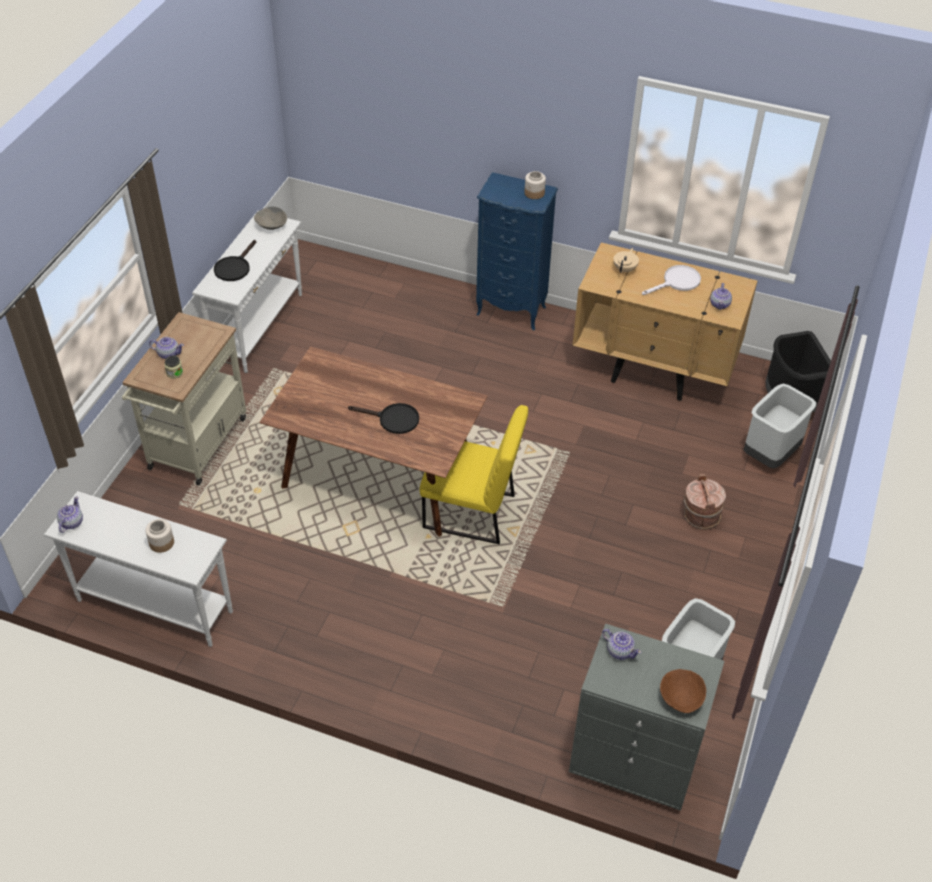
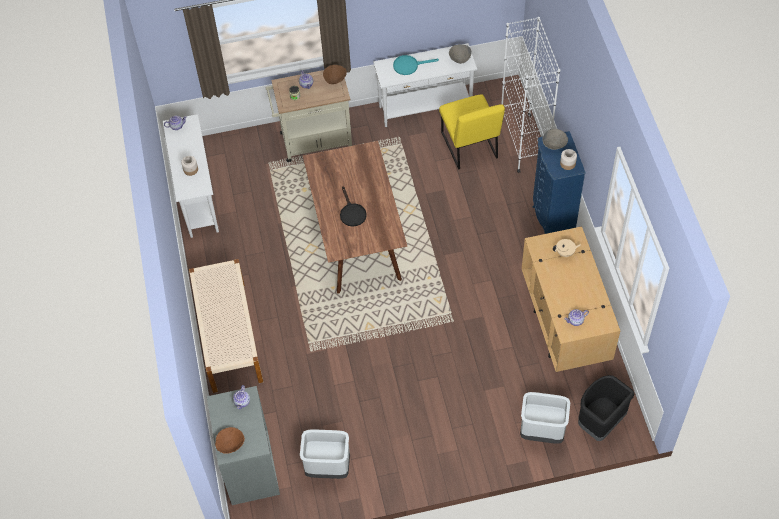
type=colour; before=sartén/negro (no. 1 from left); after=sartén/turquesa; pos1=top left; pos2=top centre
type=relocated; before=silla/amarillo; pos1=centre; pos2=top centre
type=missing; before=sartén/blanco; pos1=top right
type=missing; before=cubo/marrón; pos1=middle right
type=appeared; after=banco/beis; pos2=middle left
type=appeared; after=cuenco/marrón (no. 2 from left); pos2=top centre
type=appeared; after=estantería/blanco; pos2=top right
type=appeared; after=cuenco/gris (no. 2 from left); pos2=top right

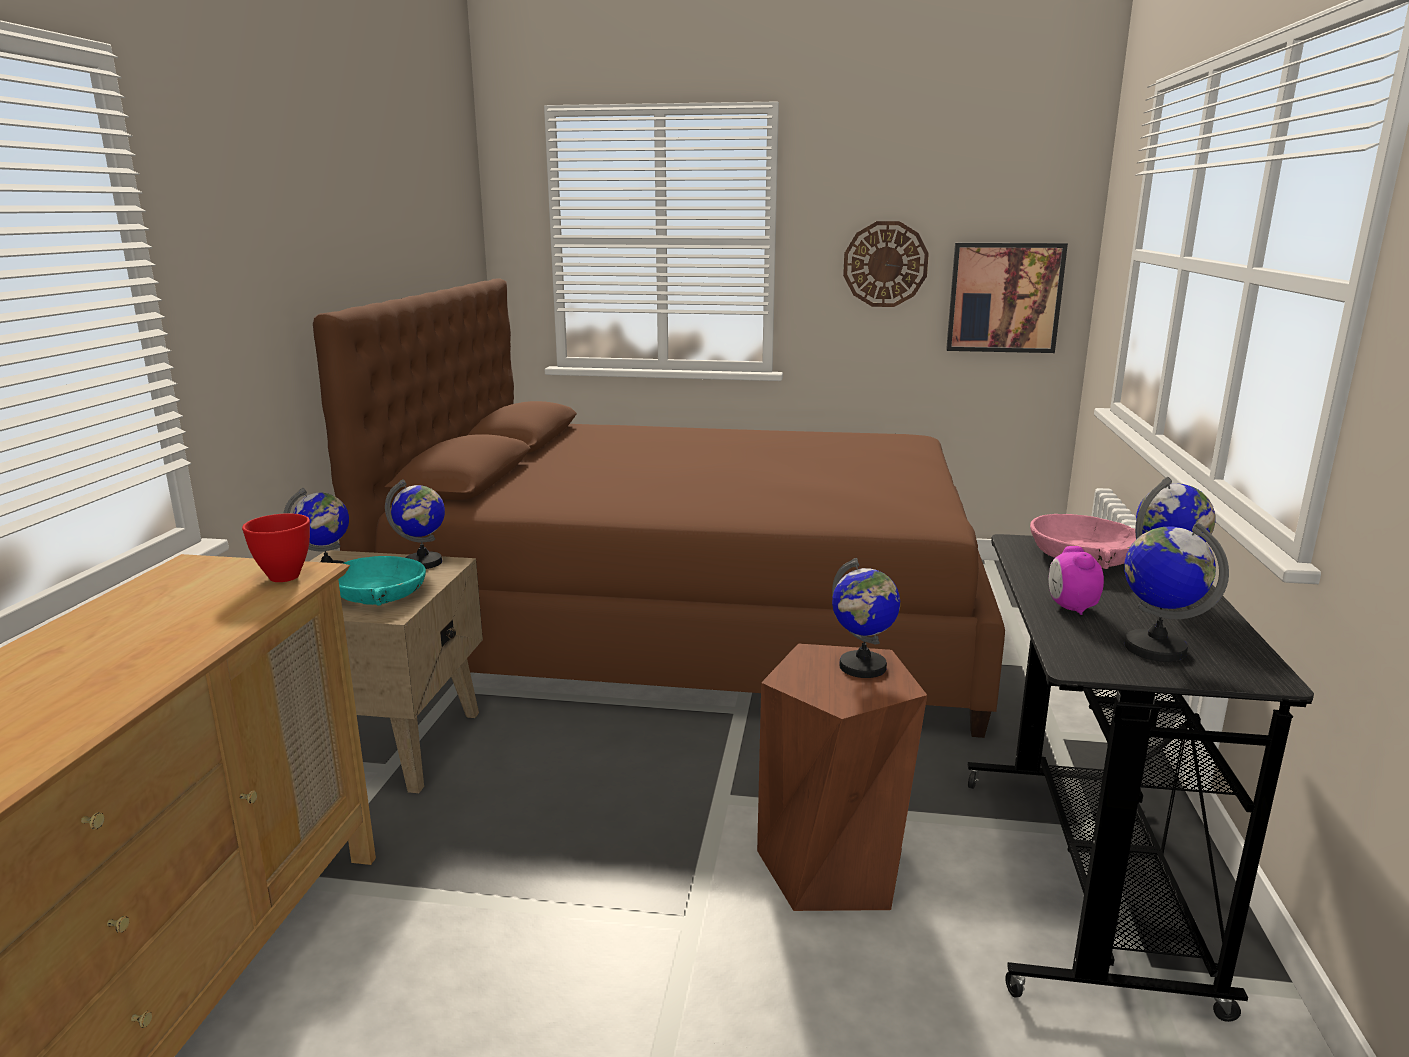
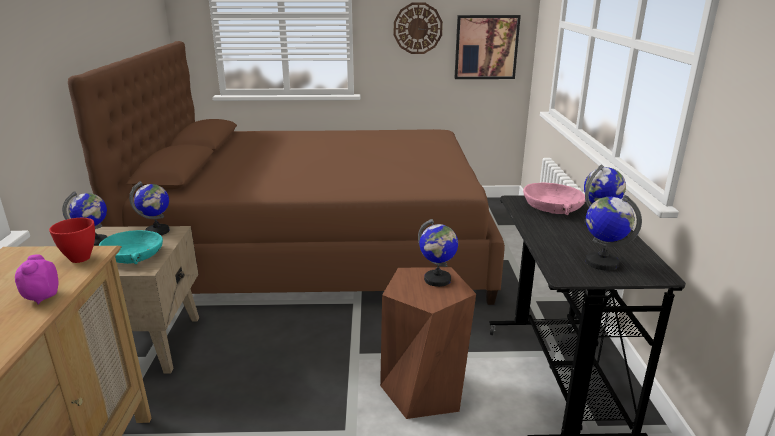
type=relocated; before=despertador; pos1=middle right; pos2=middle left

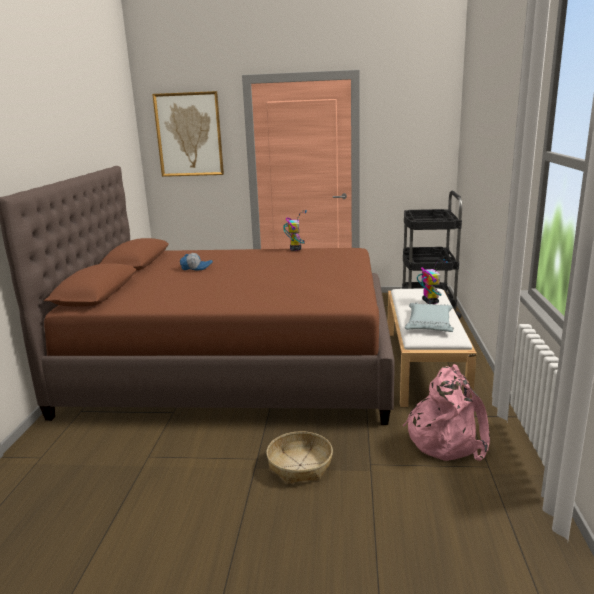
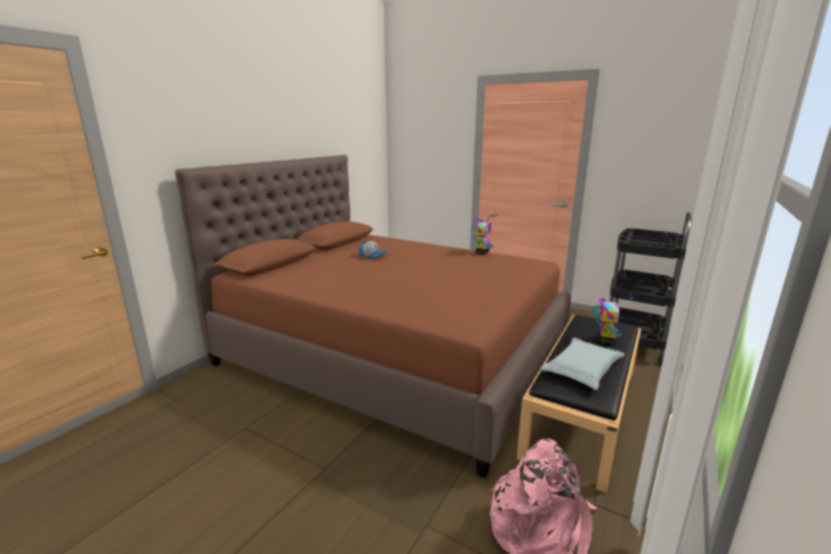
type=missing; before=cuadro; pos1=top left
type=missing; before=cesta; pos1=bottom centre
type=colour; before=banco/blanco; after=banco/negro; pos1=middle right; pos2=bottom right

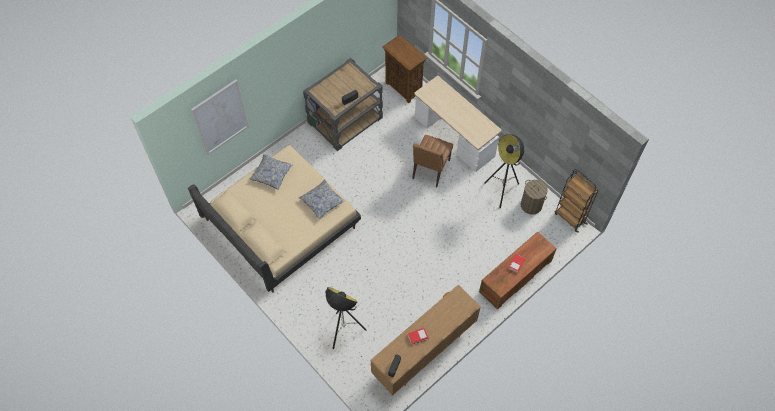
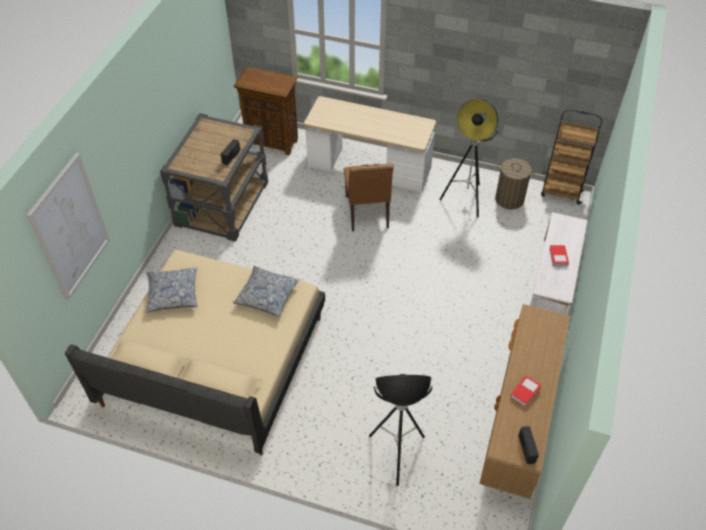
type=colour; before=banco/marrón; after=banco/blanco; pos1=middle right; pos2=middle right

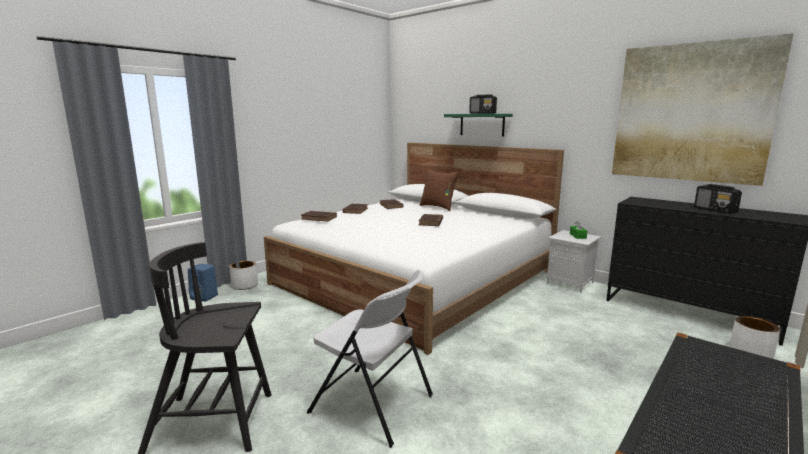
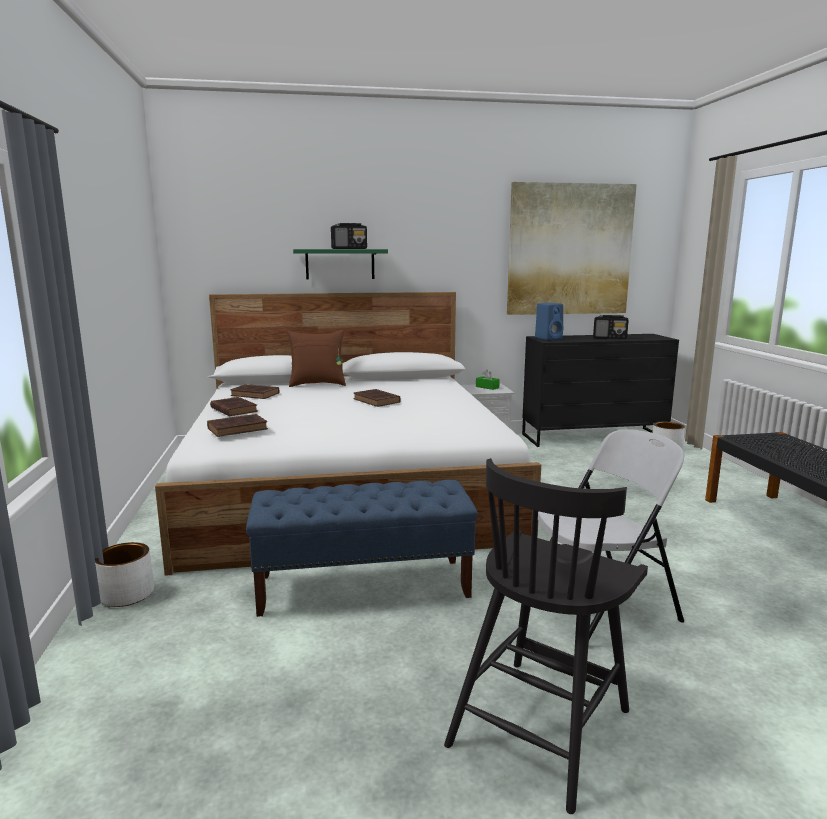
type=relocated; before=altavoz/azul; pos1=middle left; pos2=centre
type=appeared; after=banco/azul; pos2=bottom centre

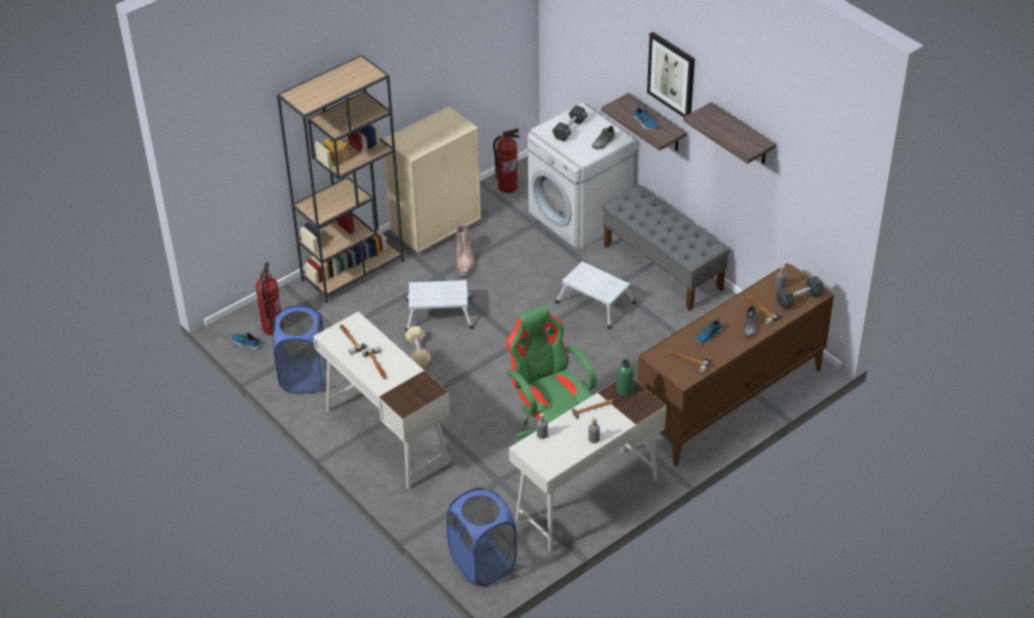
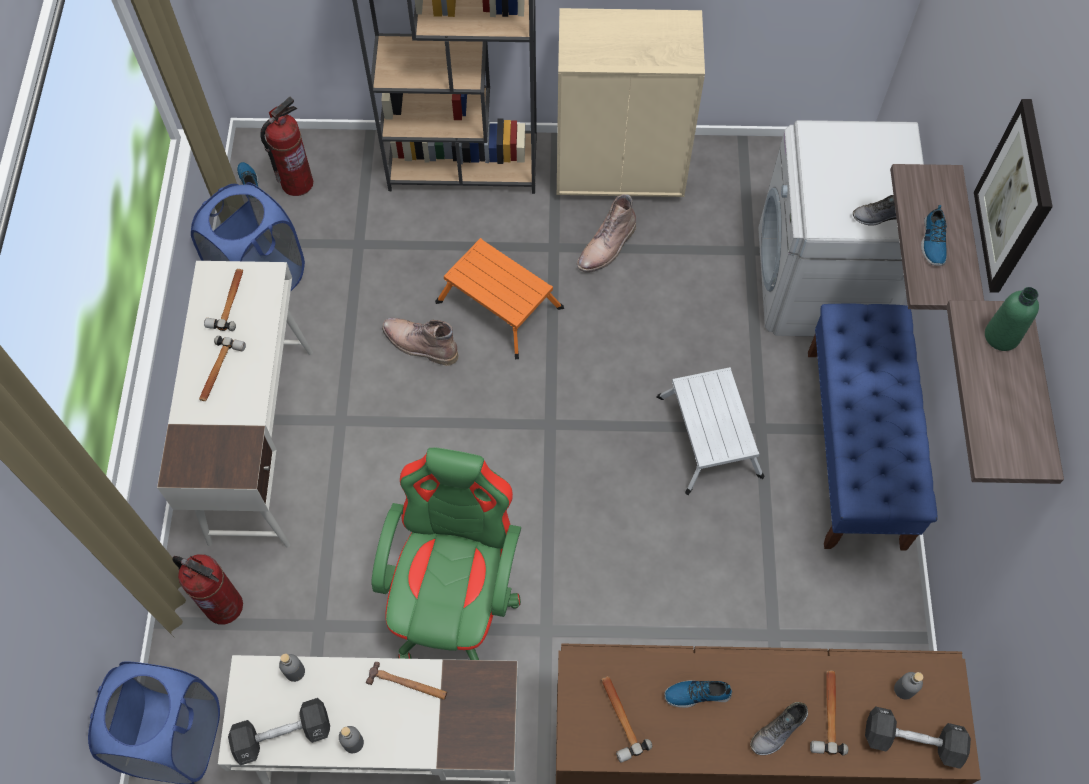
type=colour; before=escalera de tijera/blanco (no. 1 from left); after=escalera de tijera/naranja; pos1=centre; pos2=centre
type=exchanged; before=mancuerna/beis; after=bota/marrón (no. 1 from left); pos1=centre; pos2=centre
type=relocated; before=extintor (no. 2 from left in the first image); after=extintor (no. 1 from left); pos1=top centre; pos2=bottom left
type=relocated; before=mancuerna/negro (no. 1 from left); pos1=top centre; pos2=bottom left
type=colour; before=banco/gris; after=banco/azul; pos1=centre; pos2=middle right
type=relocated; before=botella/verde; pos1=centre; pos2=middle right

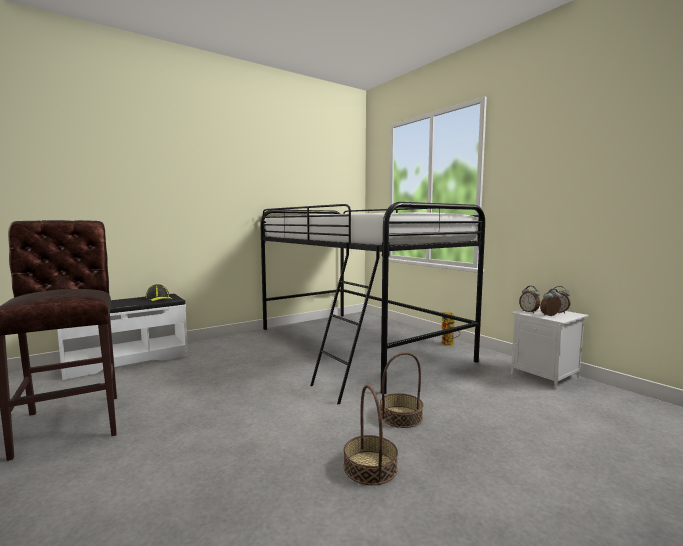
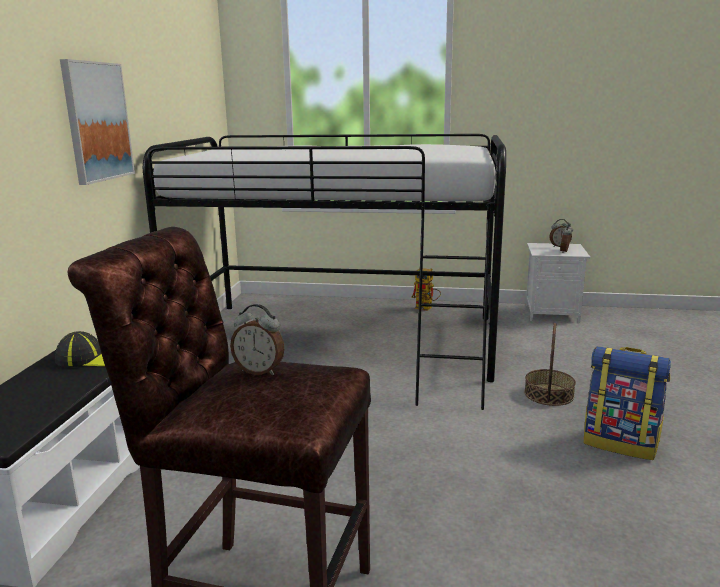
type=exchanged; before=cesta (no. 1 from left); after=mochila; pos1=bottom centre; pos2=bottom right
type=relocated; before=despertador (no. 1 from left); pos1=middle right; pos2=centre
type=appeared; after=cuadro; pos2=top left

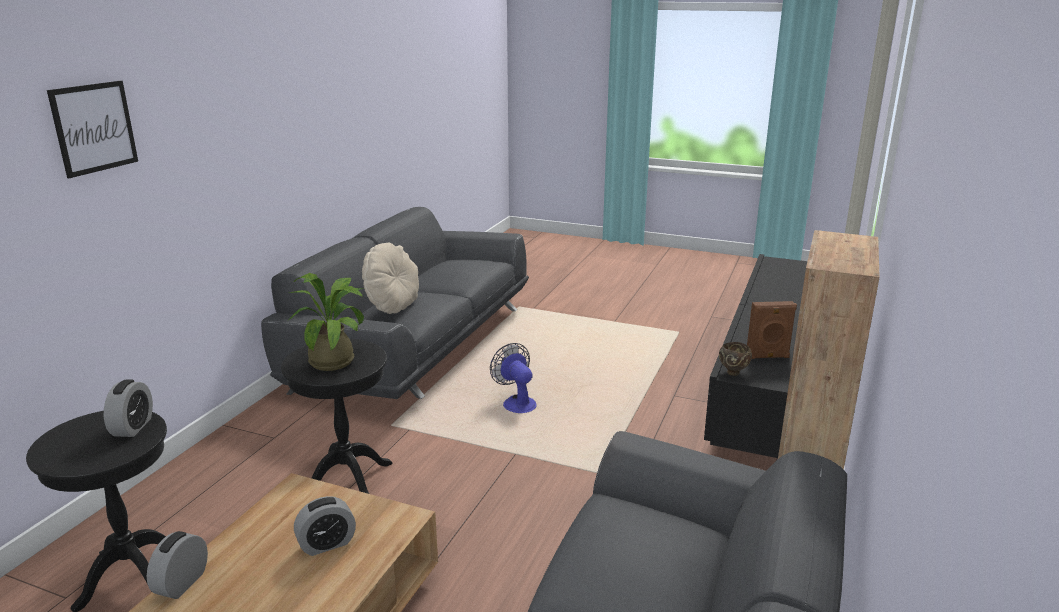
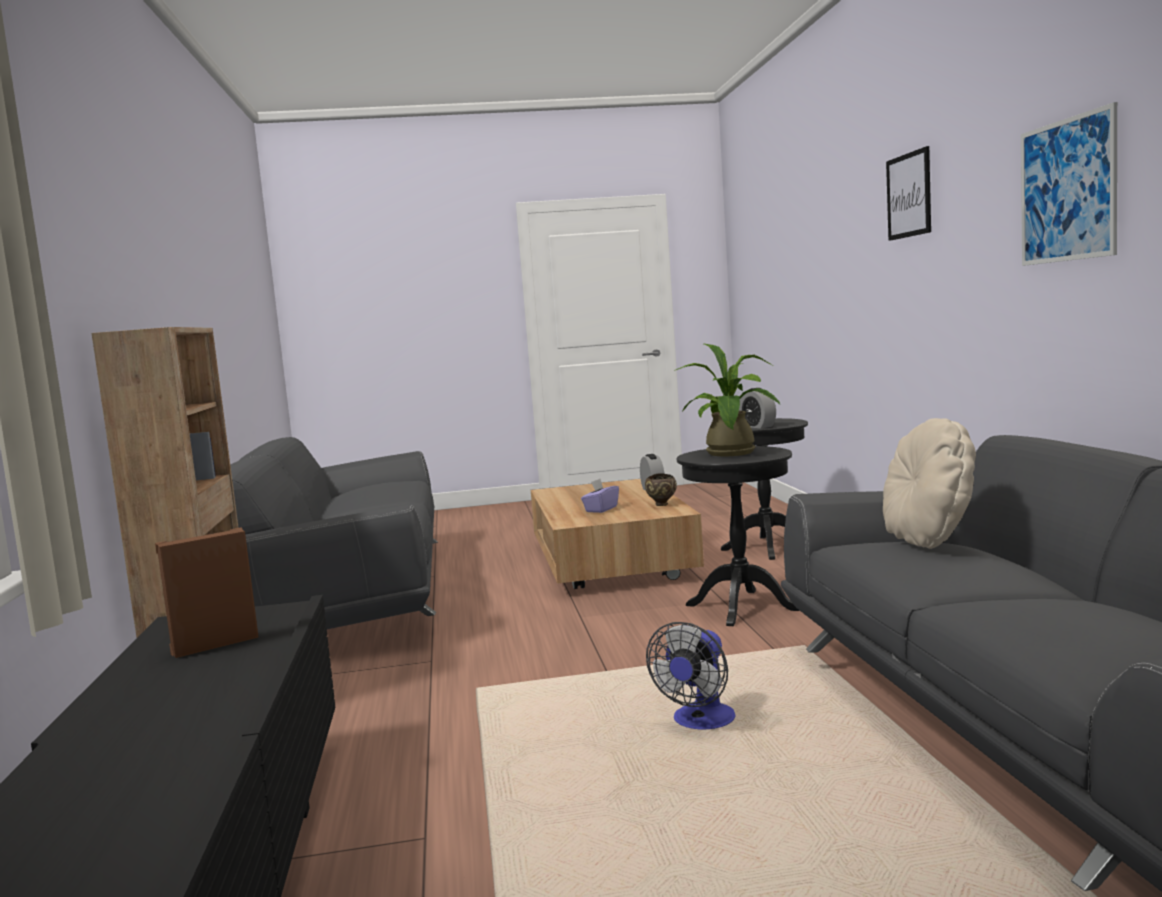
type=exchanged; before=despertador (no. 3 from left); after=caja de pañuelos/morado; pos1=bottom left; pos2=centre
type=spun; before=ventilador; pos1=centre; pos2=bottom centre; turn=90
type=relocated; before=cuenco/marrón; pos1=middle right; pos2=centre
type=appeared; after=cuadro (no. 2 from left); pos2=top right

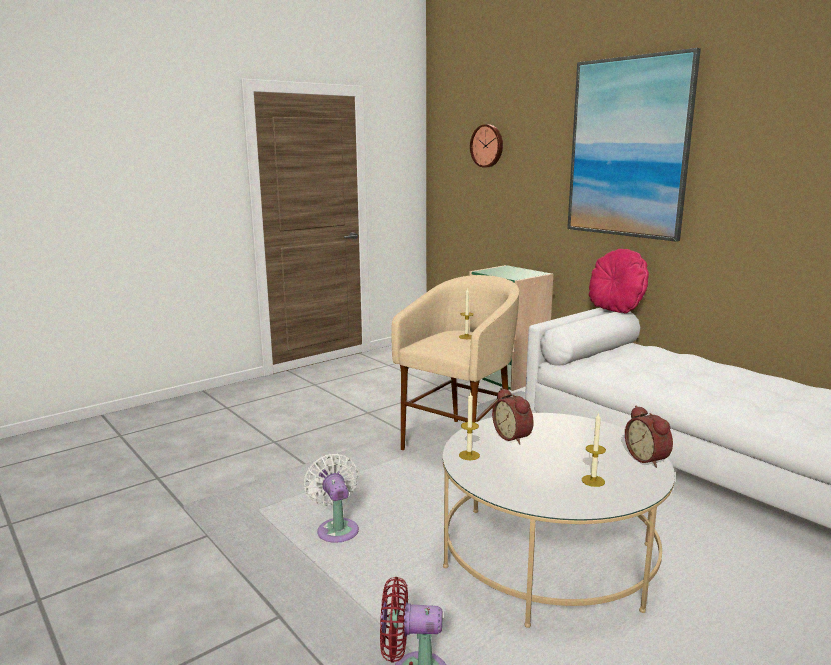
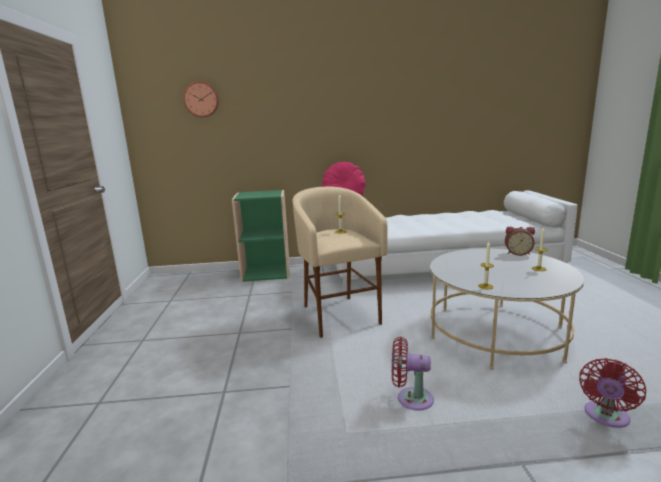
type=colour; before=ventilador/blanco; after=ventilador/rojo (no. 1 from left); pos1=bottom centre; pos2=bottom centre
type=missing; before=despertador (no. 1 from left); pos1=centre
type=missing; before=cuadro; pos1=top right

